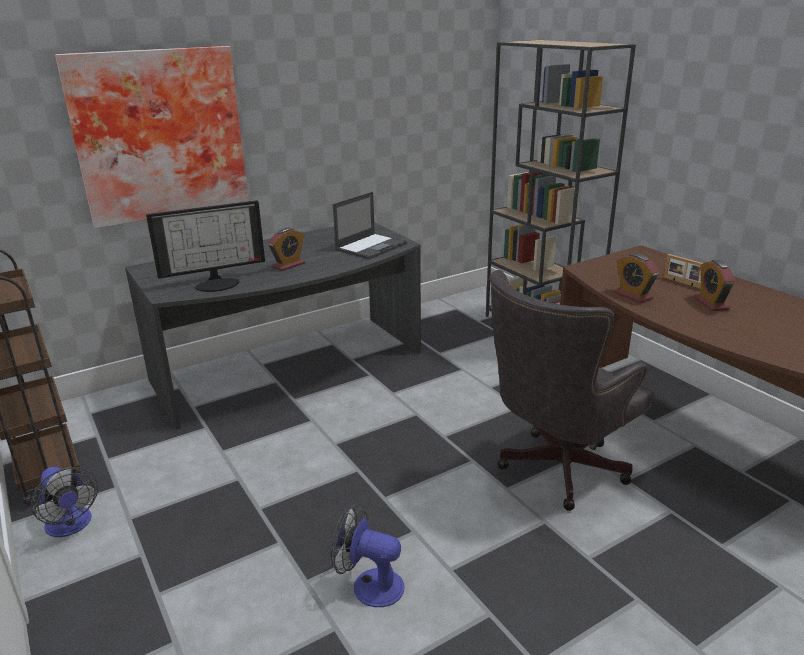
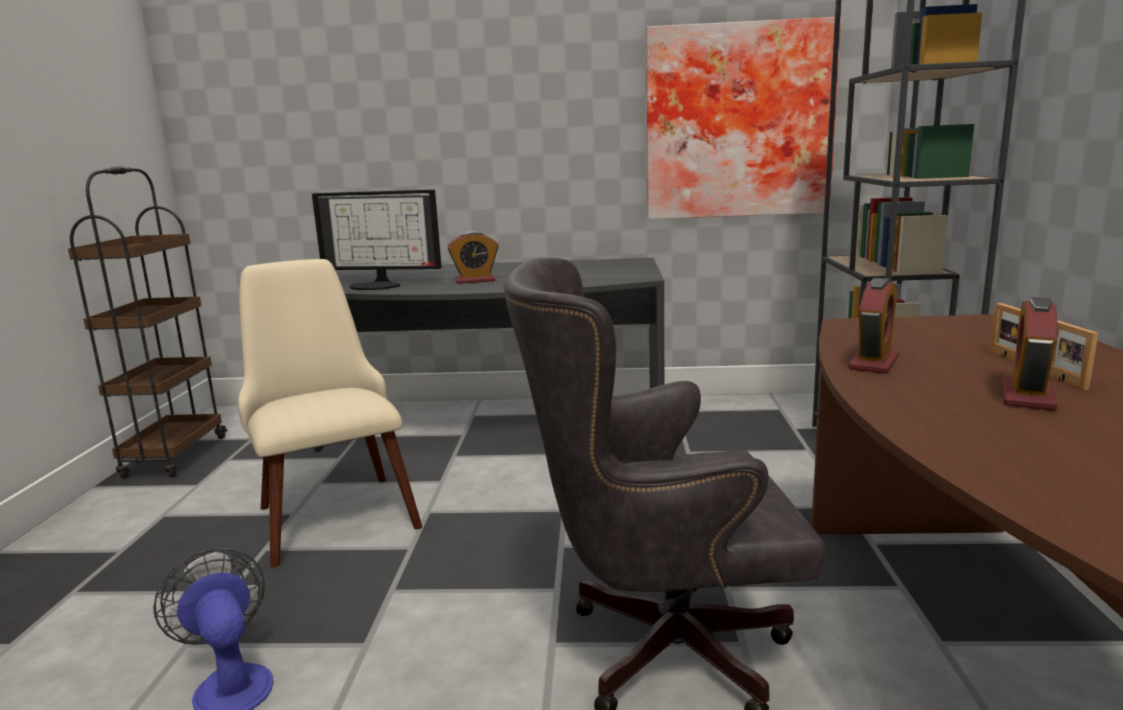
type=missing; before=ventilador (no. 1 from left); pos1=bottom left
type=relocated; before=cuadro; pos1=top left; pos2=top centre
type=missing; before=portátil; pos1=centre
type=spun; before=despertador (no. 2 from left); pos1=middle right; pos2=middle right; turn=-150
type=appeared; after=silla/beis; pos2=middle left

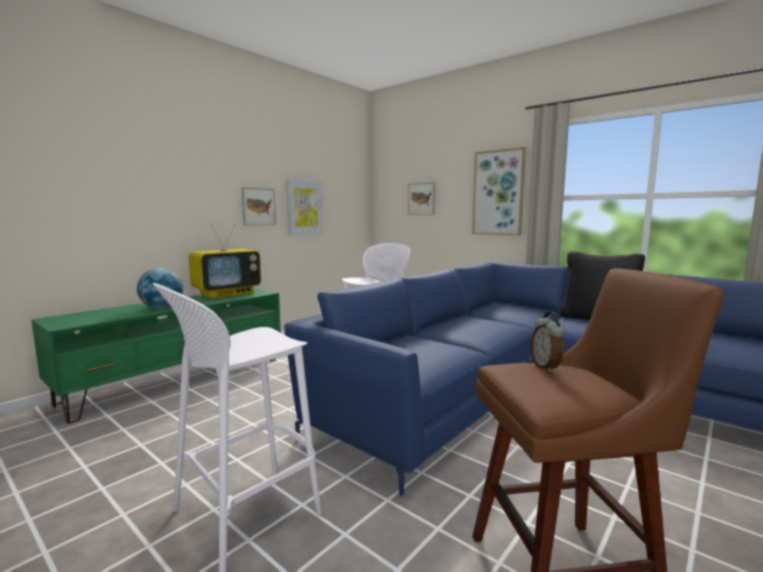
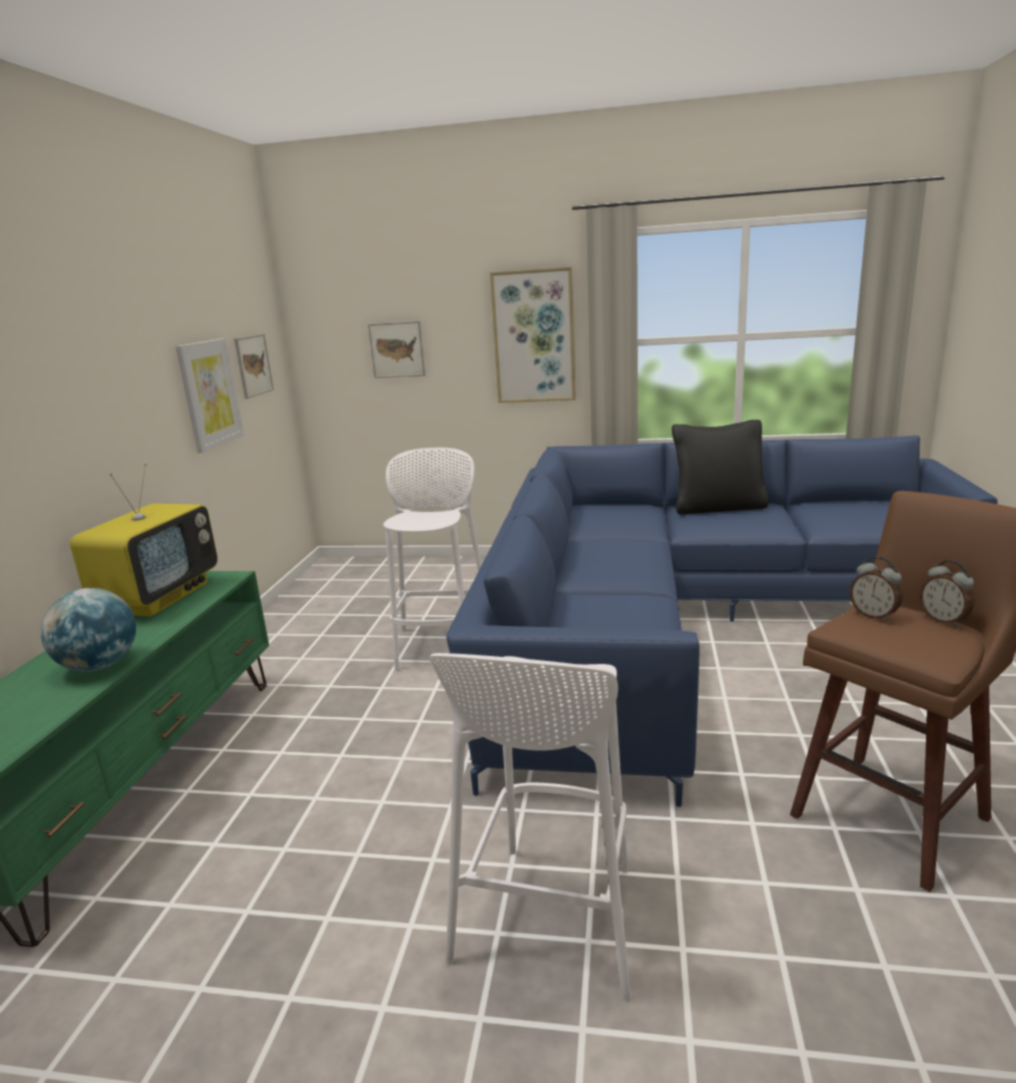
type=relocated; before=cuadro (no. 1 from left in the first image); after=cuadro (no. 2 from left); pos1=centre; pos2=middle left
type=appeared; after=despertador (no. 2 from left); pos2=middle right

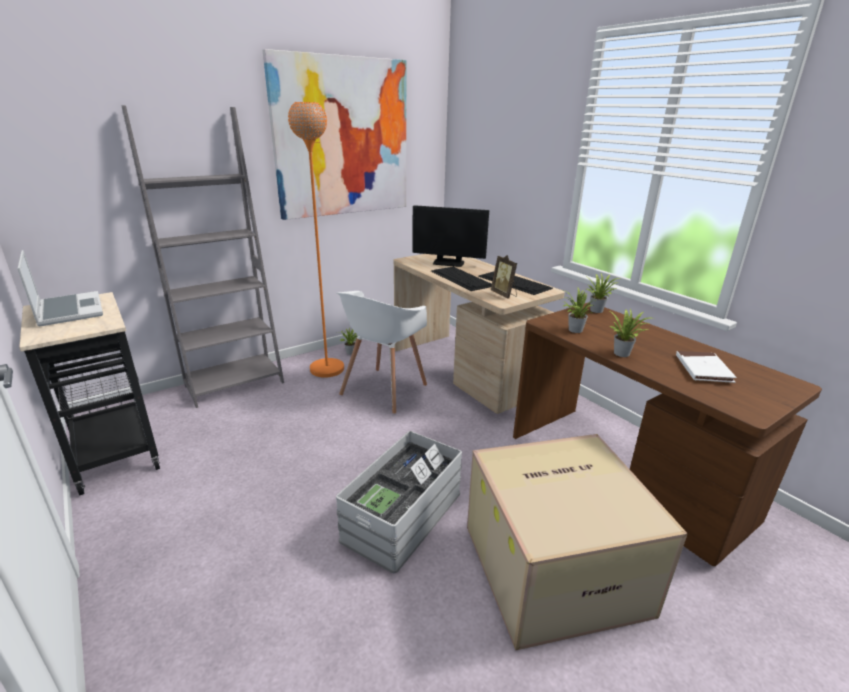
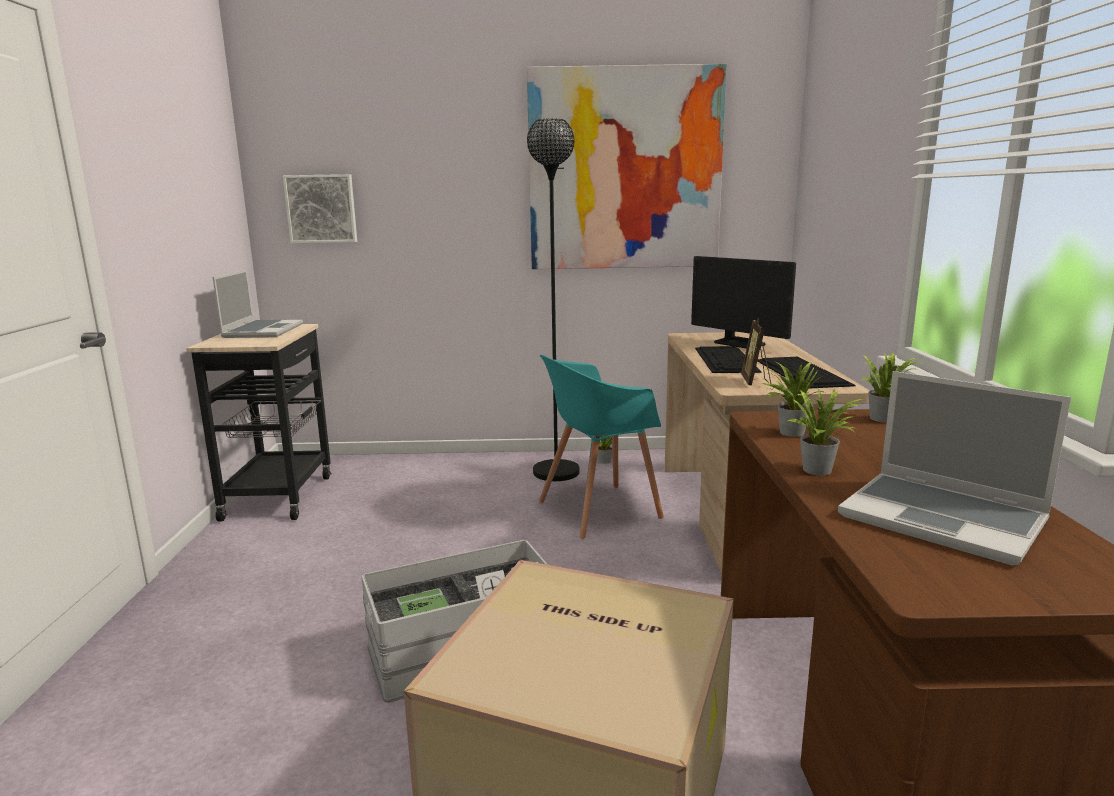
type=missing; before=estantería/gris; pos1=middle left
type=colour; before=lámpara de pie/naranja; after=lámpara de pie/negro; pos1=centre; pos2=centre
type=colour; before=silla/blanco; after=silla/turquesa; pos1=centre; pos2=centre
type=exchanged; before=libro/blanco; after=portátil (no. 2 from left); pos1=middle right; pos2=middle right
type=appeared; after=cuadro (no. 1 from left); pos2=top left

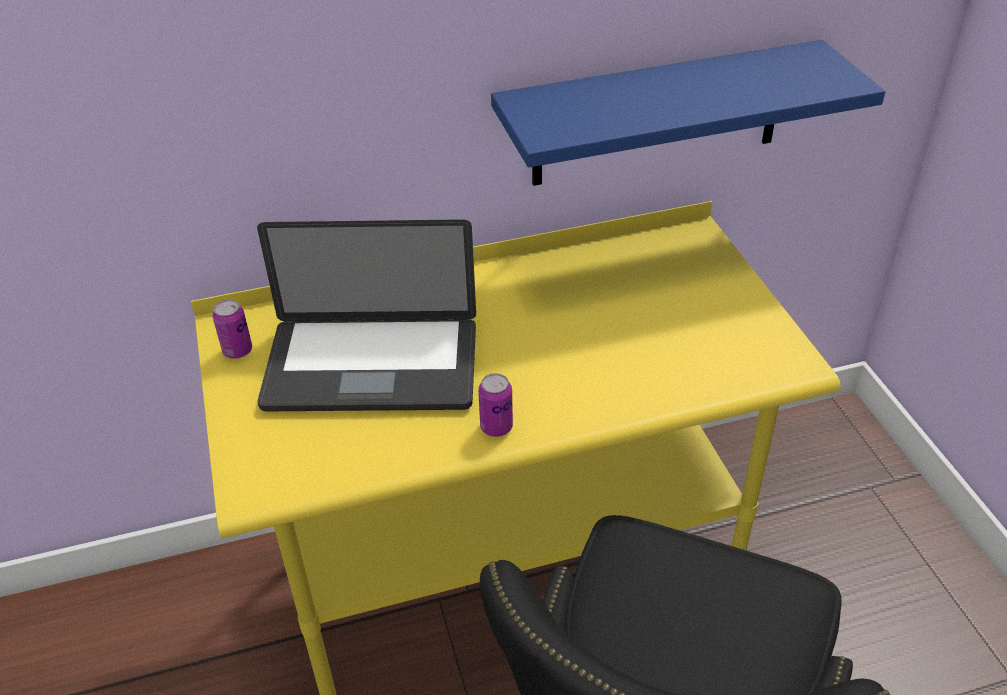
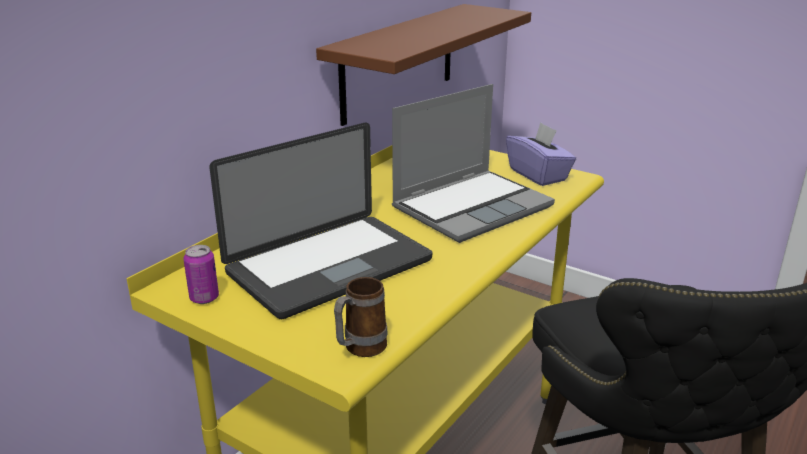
type=missing; before=lata (no. 2 from left); pos1=centre
type=colour; before=estante/azul; after=estante/marrón; pos1=top right; pos2=top centre
type=appeared; after=taza grande; pos2=bottom centre
type=appeared; after=portátil (no. 2 from left); pos2=centre
type=appeared; after=caja de pañuelos/morado; pos2=middle right

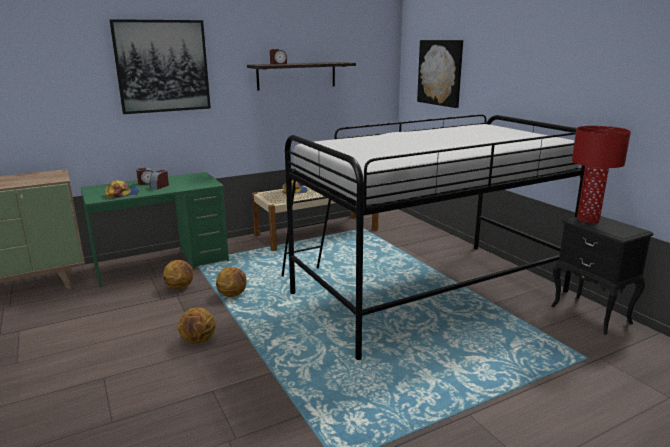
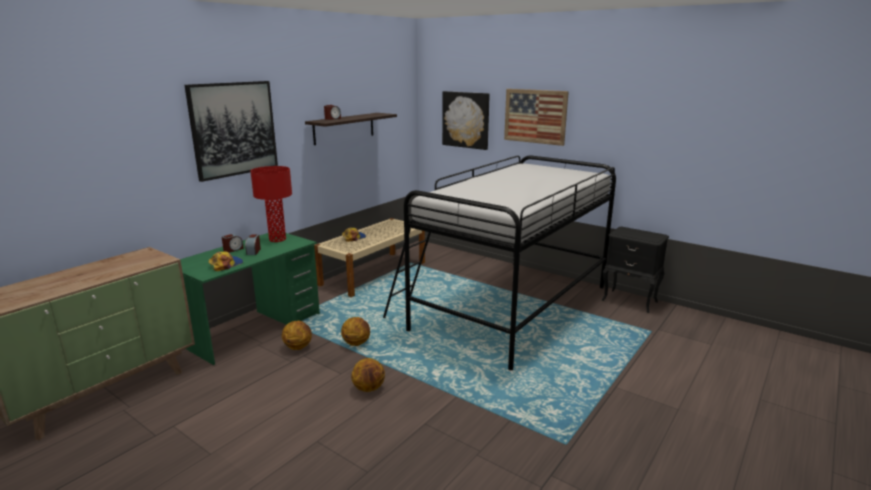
type=relocated; before=lámpara de mesa/rojo; pos1=middle right; pos2=middle left
type=appeared; after=cuadro (no. 3 from left); pos2=top centre

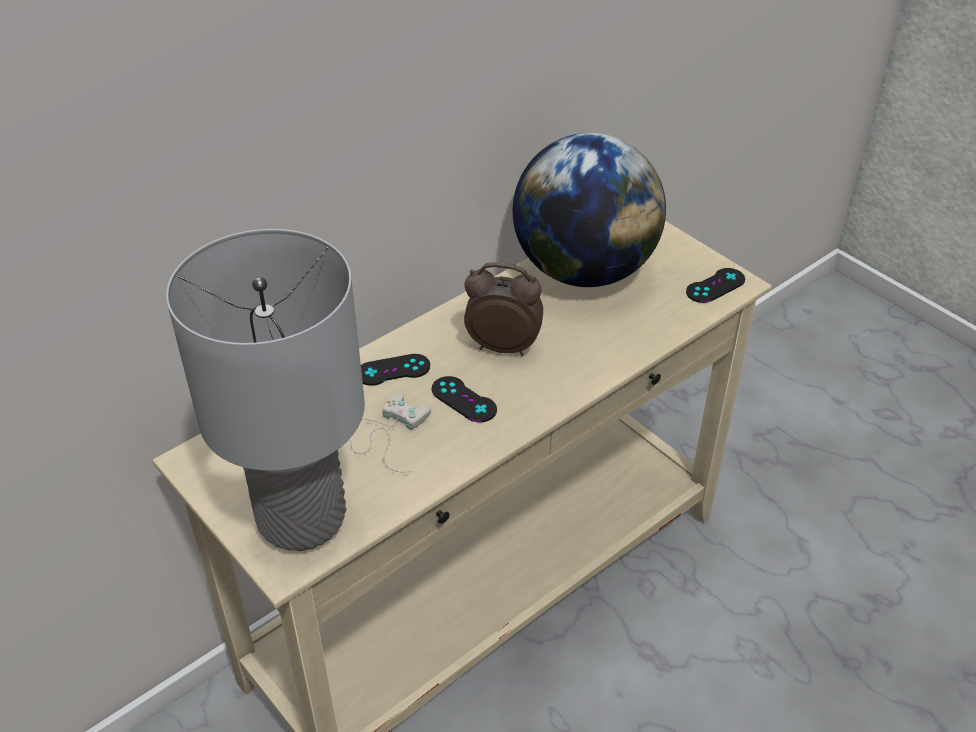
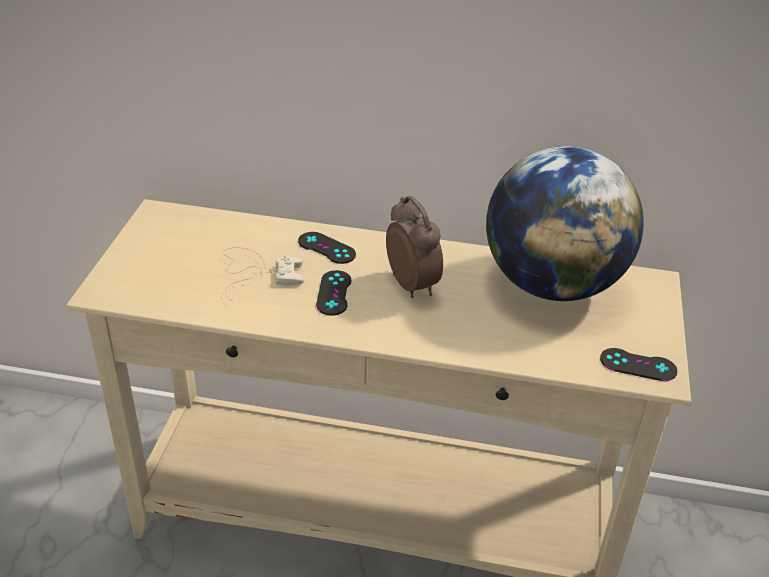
type=missing; before=lámpara de mesa/gris; pos1=middle left

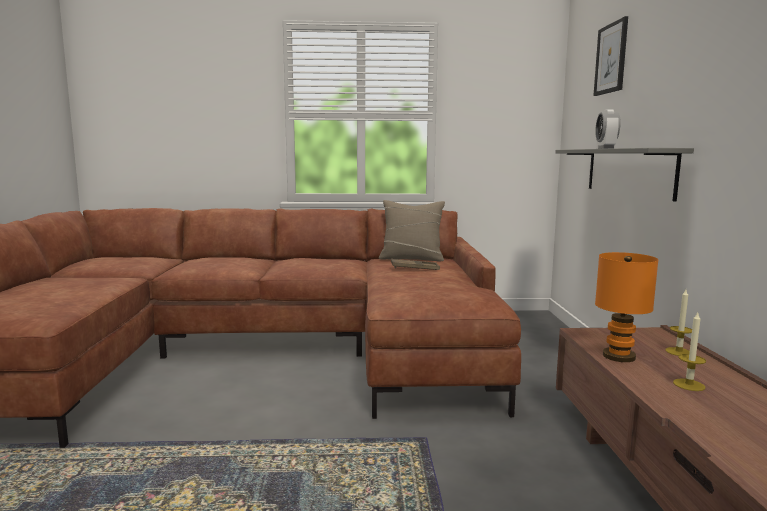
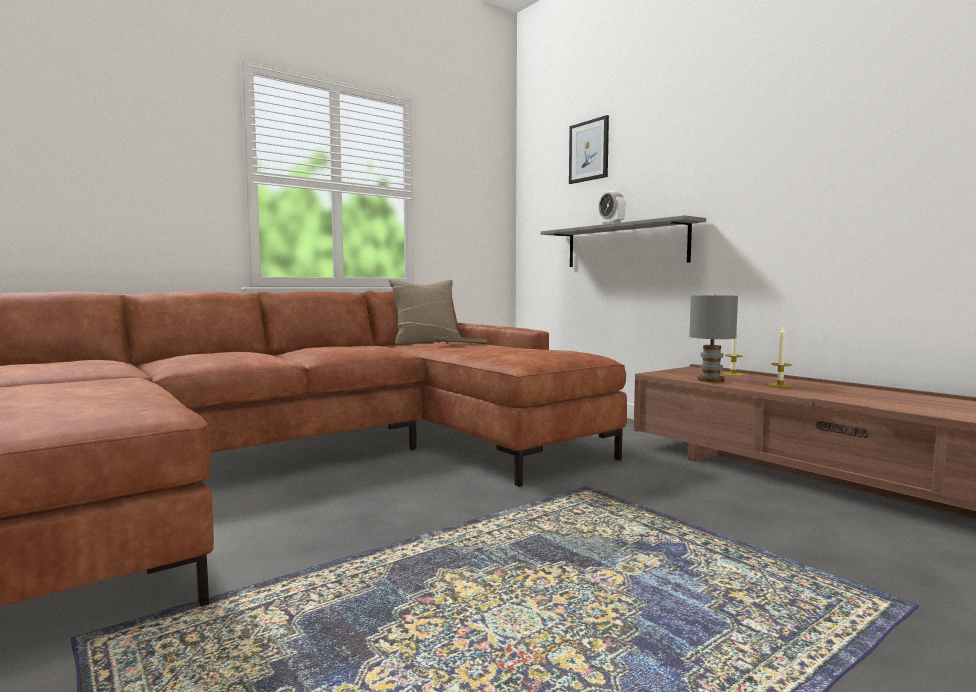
type=colour; before=lámpara de mesa/naranja; after=lámpara de mesa/gris; pos1=middle right; pos2=middle right

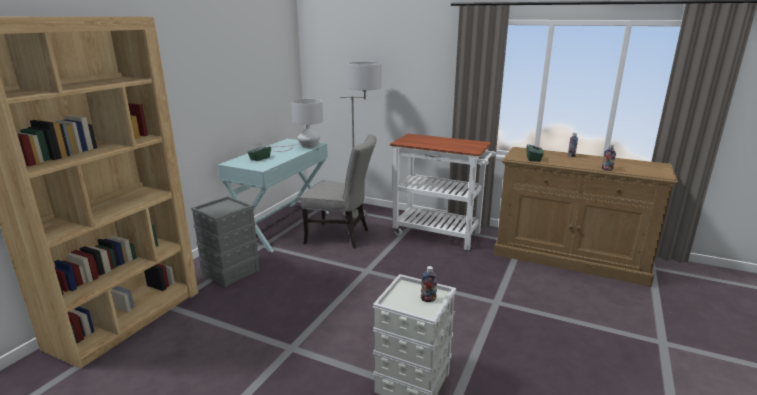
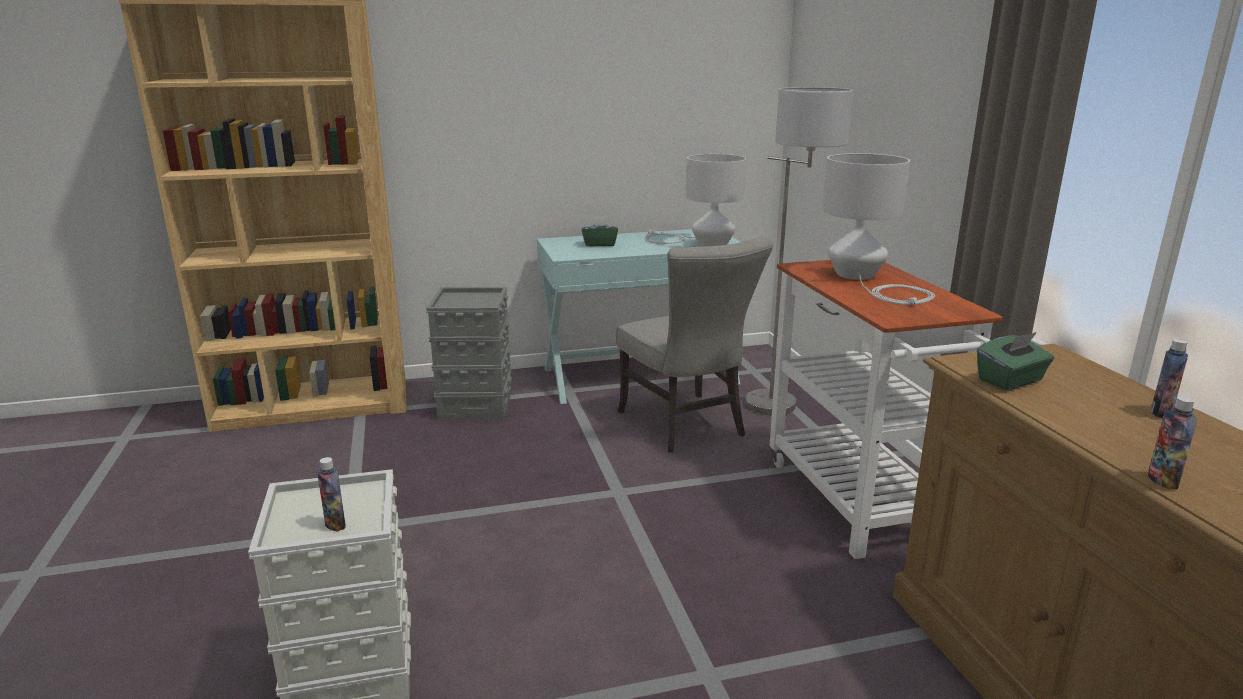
type=appeared; after=lámpara de mesa/blanco (no. 2 from left); pos2=top right

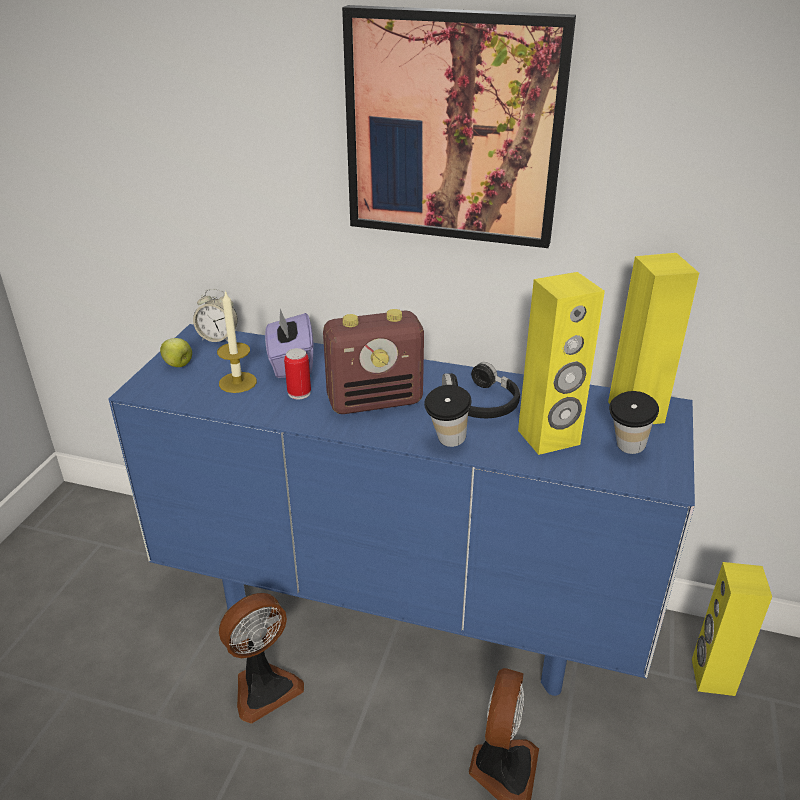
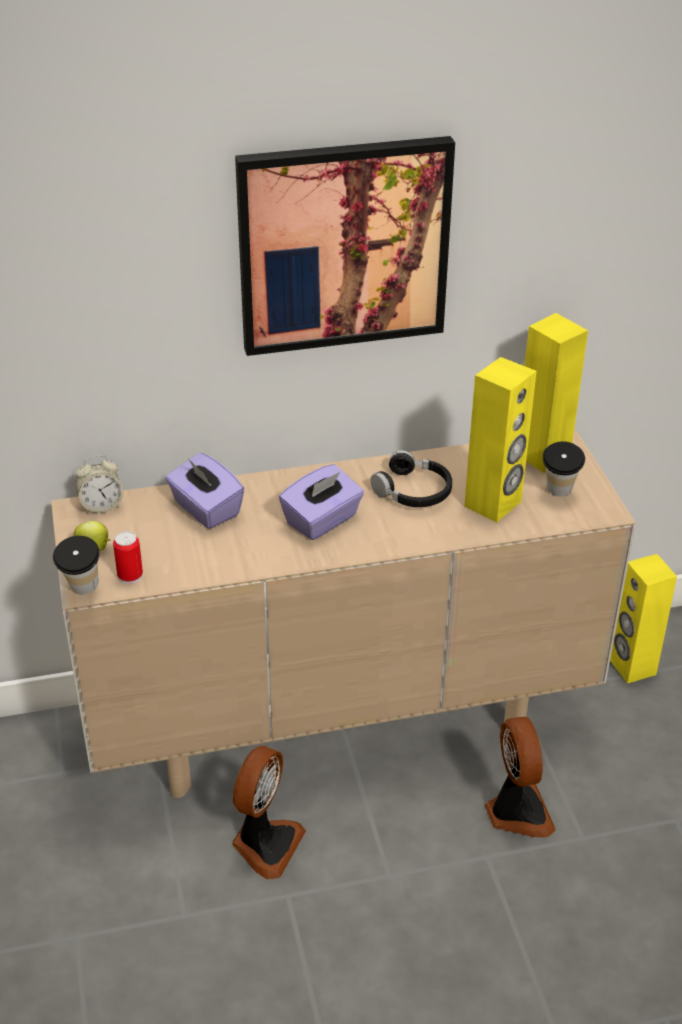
type=colour; before=cómoda/azul; after=cómoda/beis; pos1=centre; pos2=centre
type=missing; before=vela; pos1=middle left
type=relocated; before=lata; pos1=centre; pos2=middle left
type=exchanged; before=radio; after=caja de pañuelos/morado (no. 2 from left); pos1=centre; pos2=centre
type=relocated; before=taza (no. 1 from left); pos1=centre; pos2=middle left

